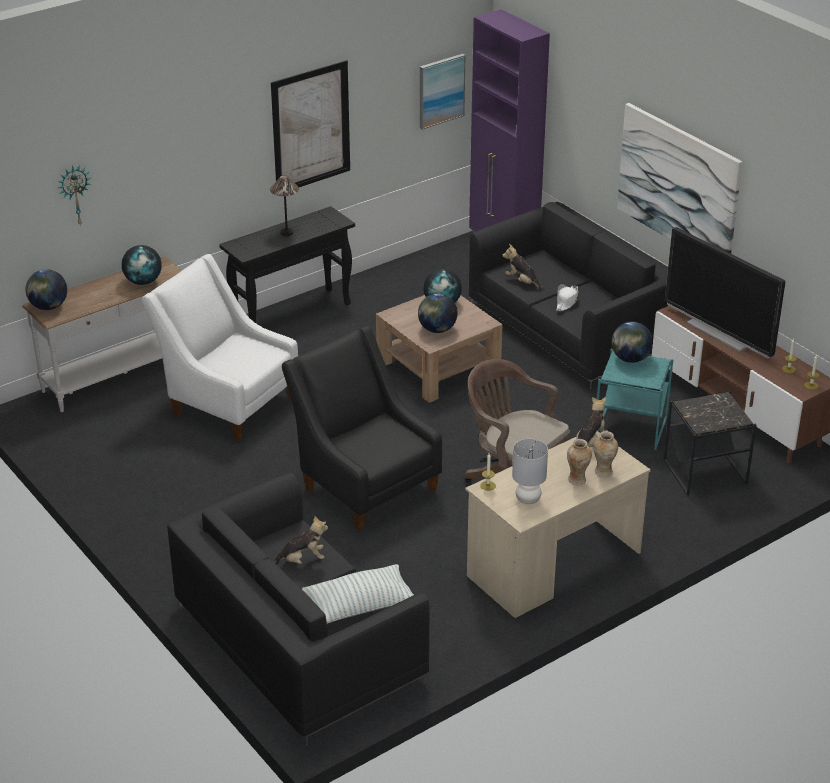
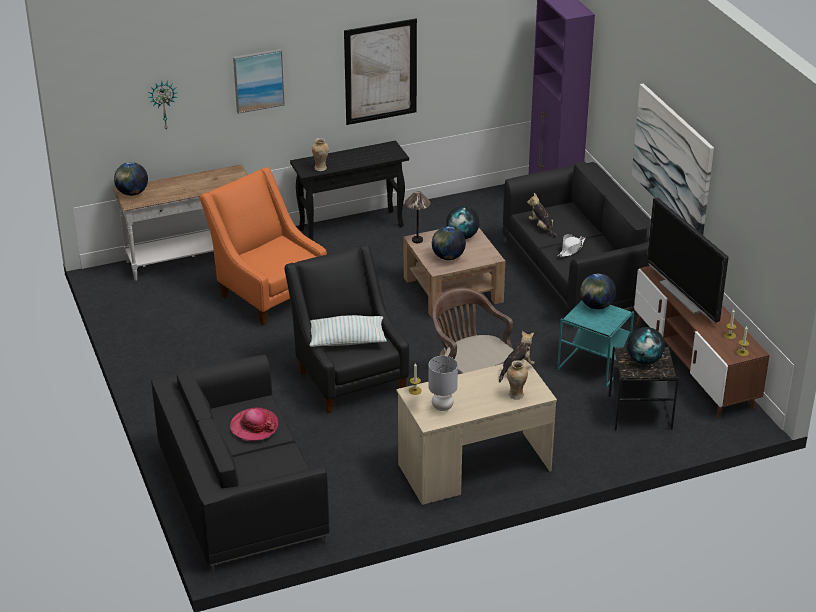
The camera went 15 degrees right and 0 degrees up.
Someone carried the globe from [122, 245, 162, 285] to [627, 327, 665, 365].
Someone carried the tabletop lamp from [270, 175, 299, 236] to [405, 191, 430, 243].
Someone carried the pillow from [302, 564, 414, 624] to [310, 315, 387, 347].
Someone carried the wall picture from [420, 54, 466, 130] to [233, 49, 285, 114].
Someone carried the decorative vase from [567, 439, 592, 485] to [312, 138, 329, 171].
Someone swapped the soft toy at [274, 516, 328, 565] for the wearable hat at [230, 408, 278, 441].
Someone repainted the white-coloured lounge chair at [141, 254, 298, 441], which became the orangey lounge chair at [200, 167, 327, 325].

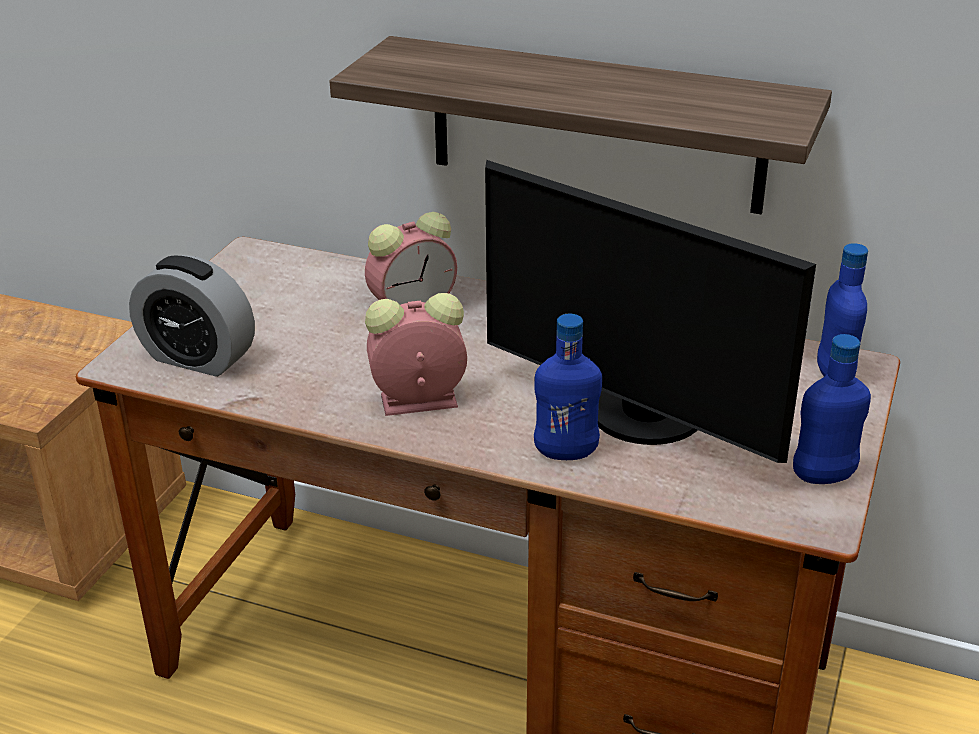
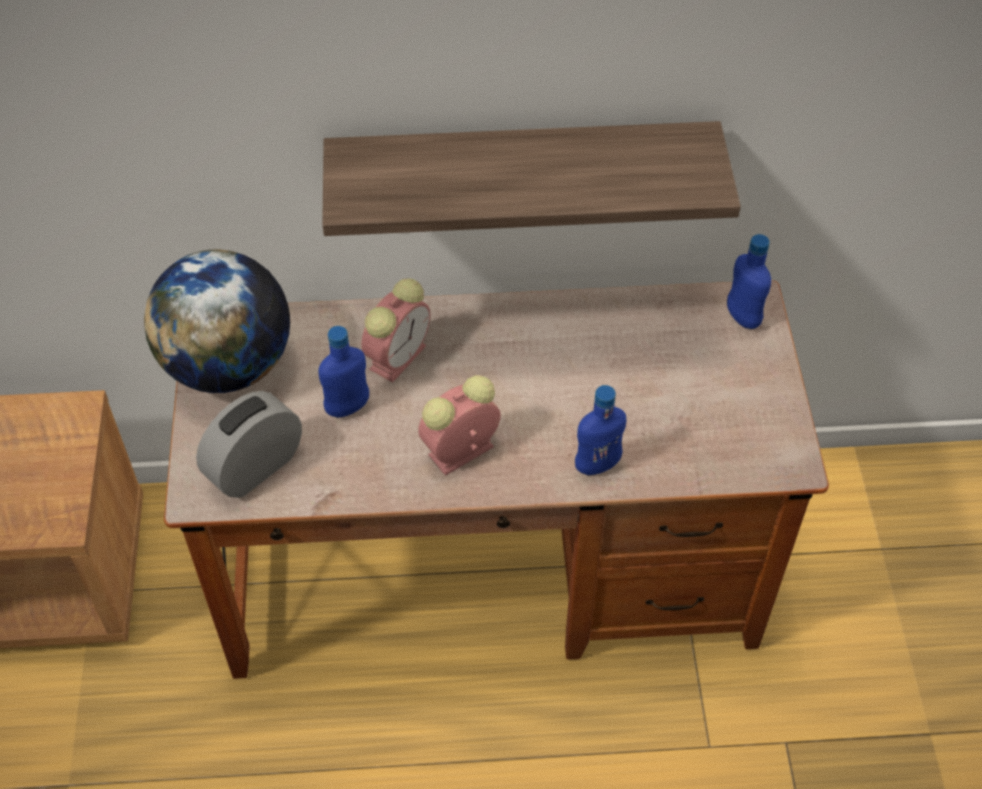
The camera went 25 degrees left and 20 degrees up.
Someone took away the monitor at [485, 160, 816, 463].
Someone put down the globe at [144, 250, 290, 393].
Someone carried the blue beverage bottle from [793, 334, 871, 484] to [319, 326, 369, 418].
Someone rotated the alarm clock at [129, 255, 255, 377] by 135 degrees clockwise.

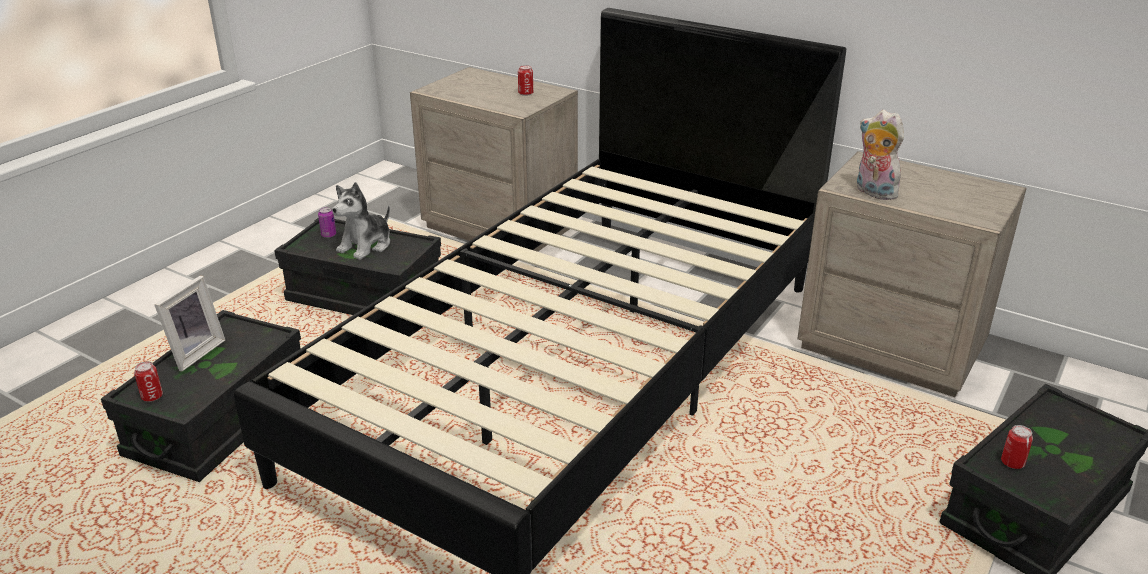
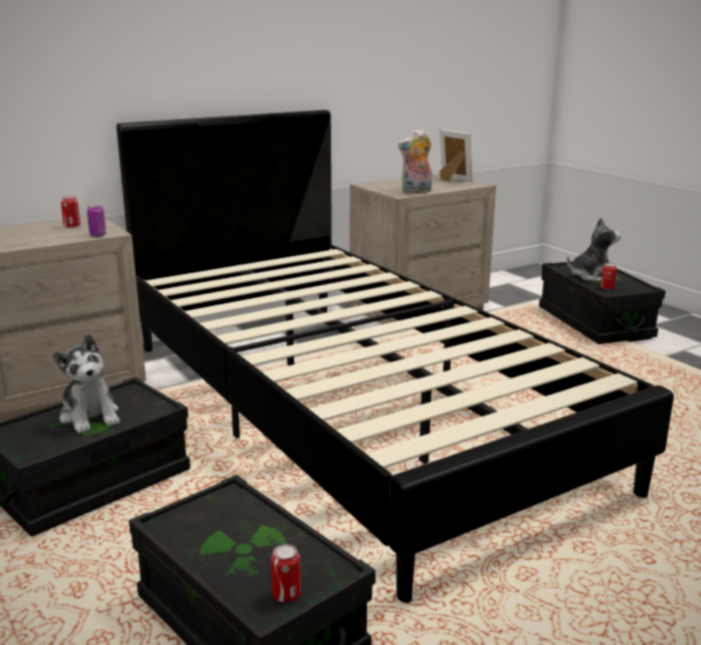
The camera went 65 degrees left and 10 degrees down.
Someone put down the soft toy at [567, 218, 621, 281].
Someone carried the picture frame from [154, 275, 225, 371] to [439, 129, 473, 182].
Someone carried the can from [318, 207, 336, 238] to [87, 204, 106, 237].

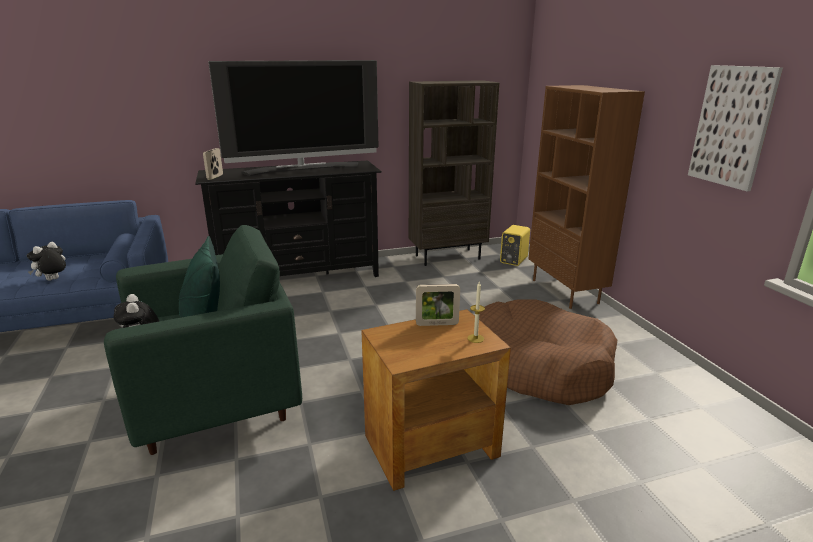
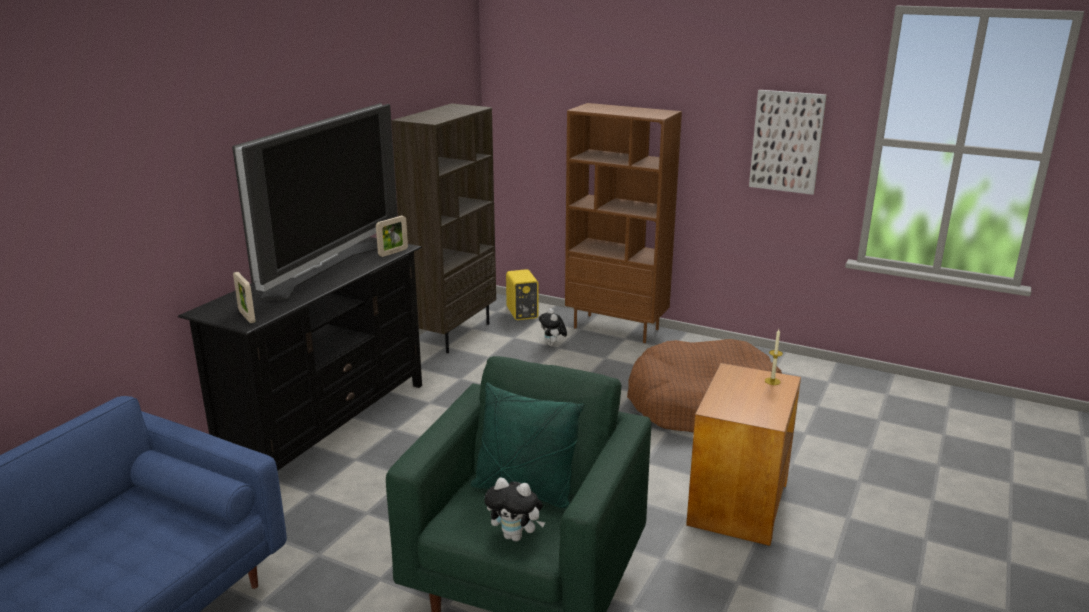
The camera went 45 degrees left and 0 degrees up.
Someone carried the soft toy from [27, 242, 66, 281] to [539, 308, 567, 346].
Someone carried the picture frame from [416, 284, 460, 326] to [376, 216, 408, 257].

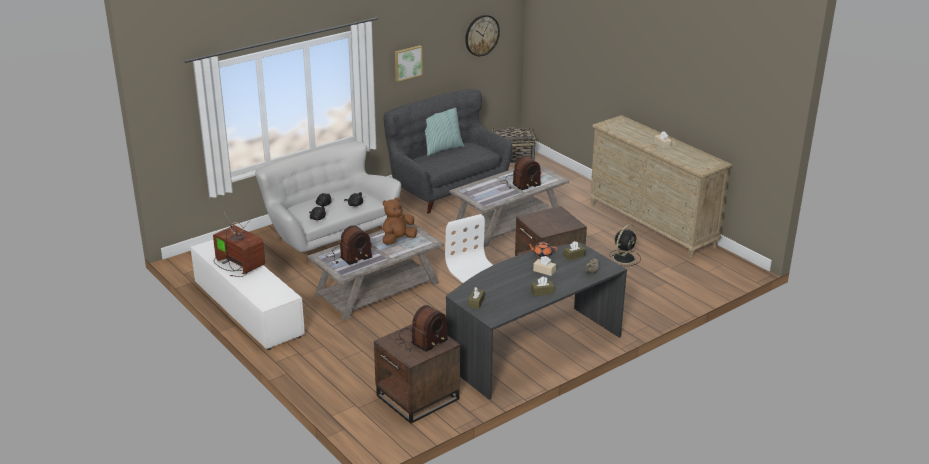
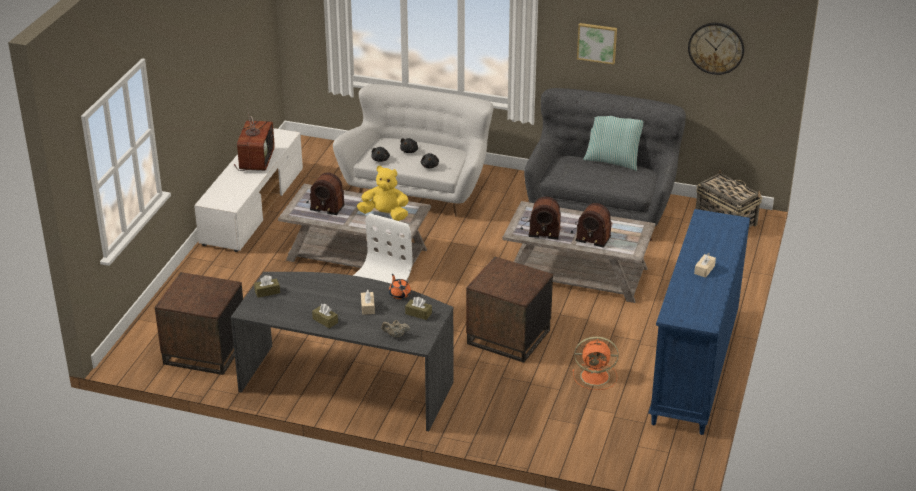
The camera went 55 degrees right and 5 degrees up.
Someone carried the radio from [395, 305, 448, 352] to [520, 197, 561, 239].
Someone repainted the brownish soft toy at [383, 197, 417, 245], which became the yellowish soft toy at [357, 166, 409, 221].
Someone repainted the beige-coloured chest of drawers at [589, 115, 732, 259], which became the blue chest of drawers at [648, 209, 750, 435].
Someone repainted the blackish cooling fan at [609, 224, 641, 266], which became the orangey cooling fan at [572, 337, 618, 390].

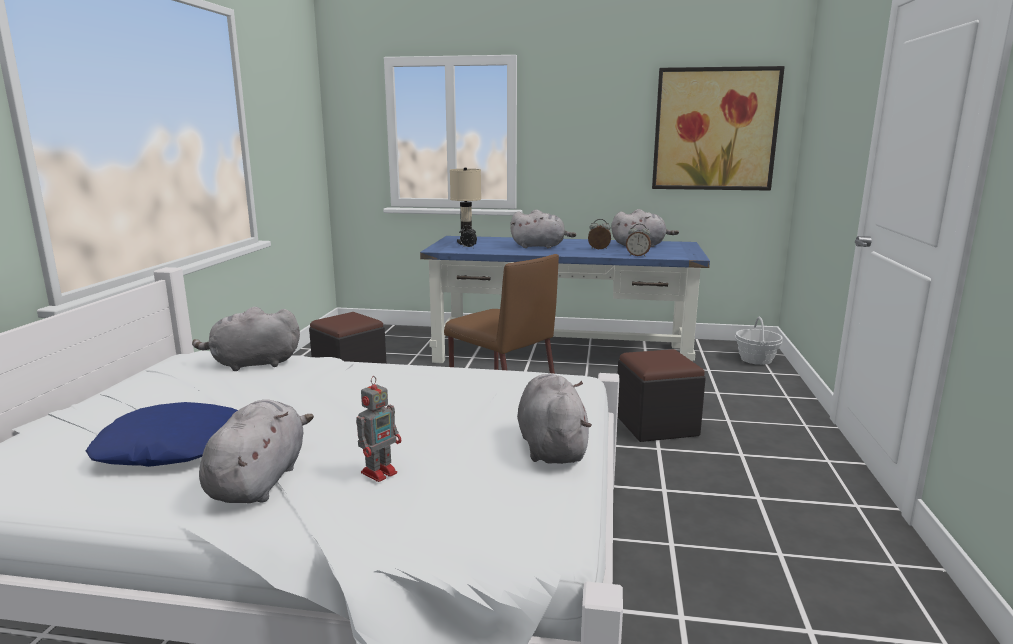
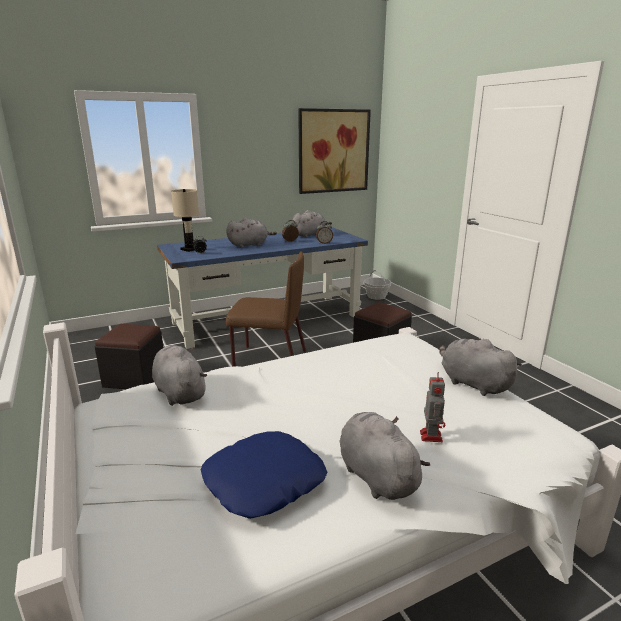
The camera went 35 degrees left and 5 degrees up.
Someone rotated the grey soft toy at [192, 307, 300, 371] by 105 degrees clockwise.

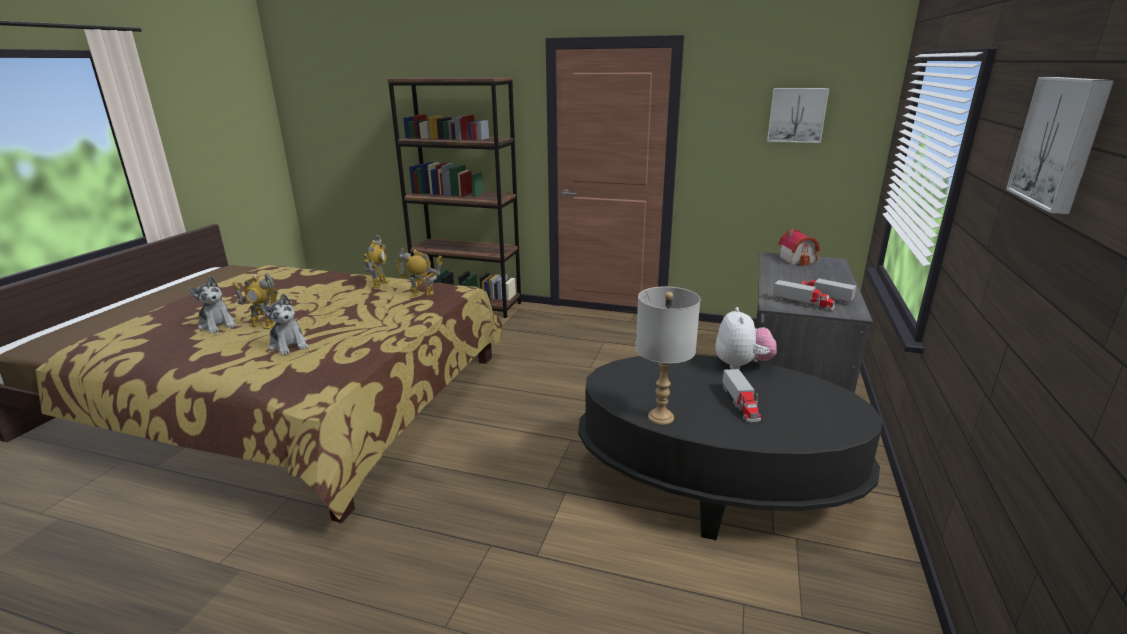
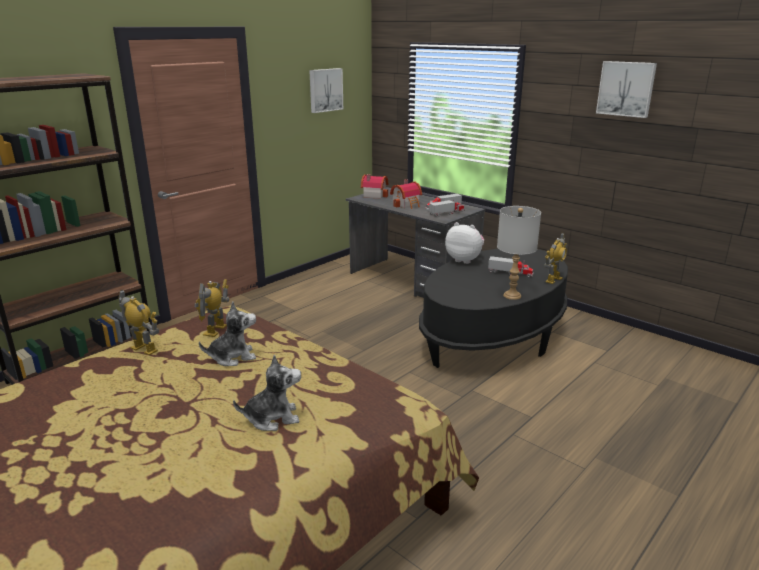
The camera went 65 degrees left and 0 degrees up.
Someone put down the model house at [390, 179, 422, 209].
Someone carried the soft toy from [189, 277, 236, 333] to [199, 302, 256, 366].
Someone carried the model robot from [232, 272, 279, 329] to [544, 233, 567, 284].

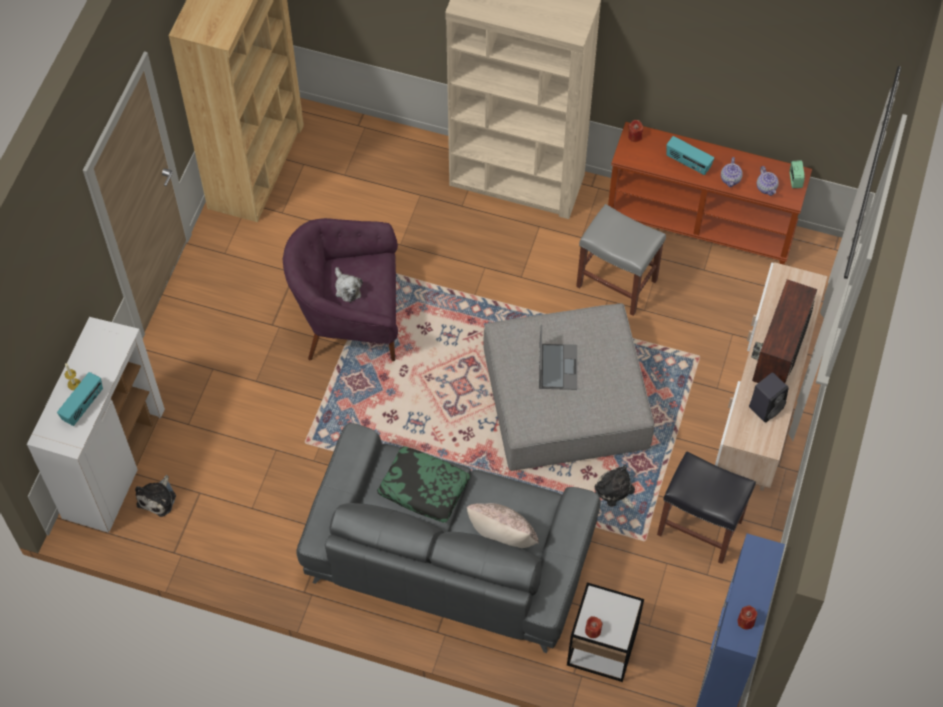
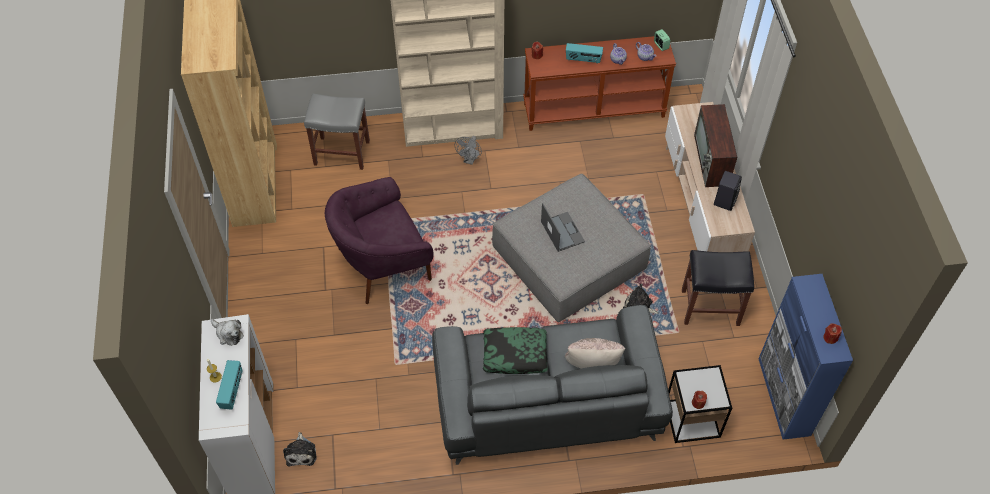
The camera went 25 degrees left and 5 degrees down.
Someone put down the grey cooling fan at [455, 136, 482, 165].
Someone carried the soft toy from [335, 267, 363, 302] to [211, 319, 244, 346].
Someone carried the grey sitting stool from [576, 204, 666, 316] to [304, 93, 370, 170].

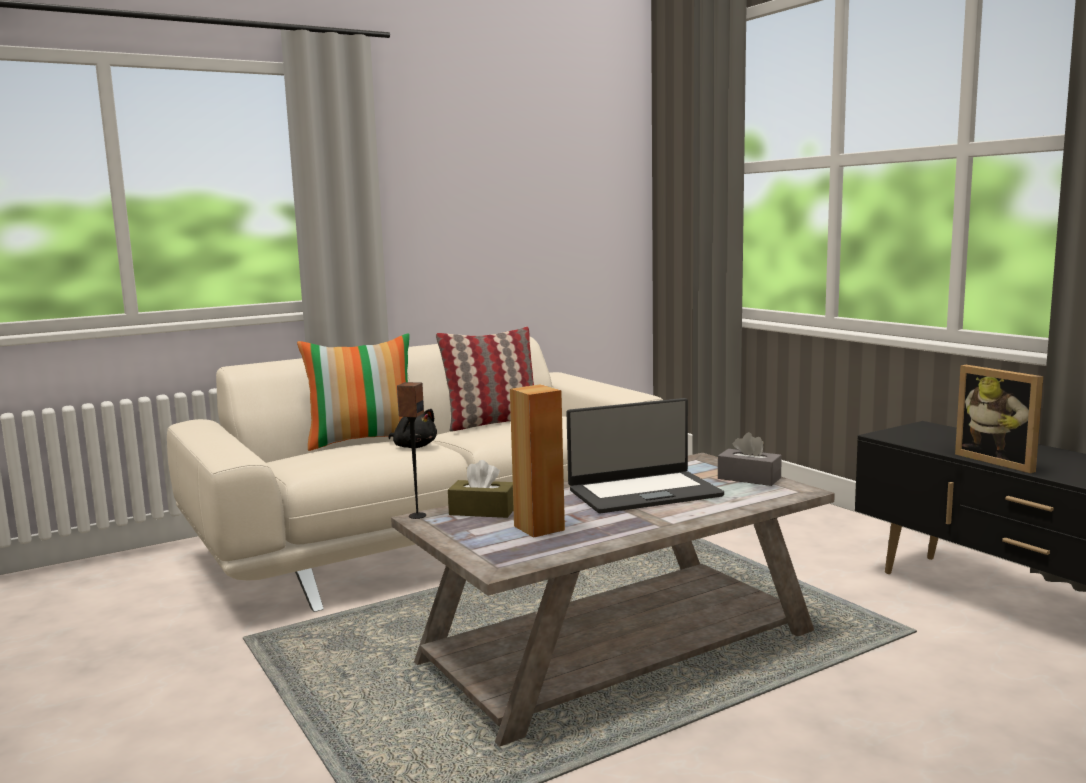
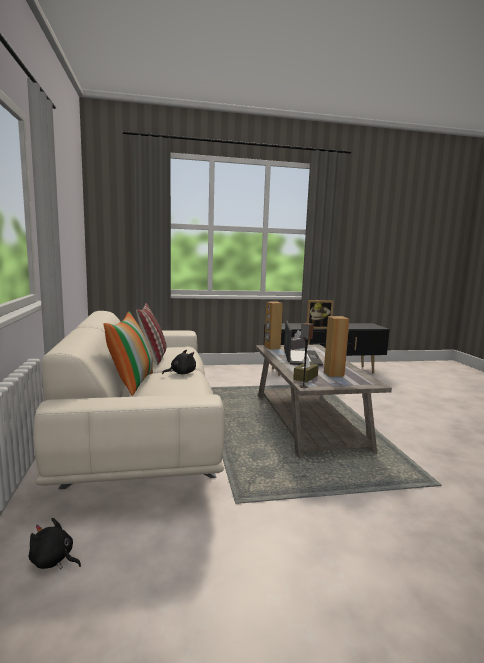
The camera went 70 degrees left and 0 degrees up.
Someone put down the blackish soft toy at [29, 518, 81, 569].
Someone put down the brownish loudspeaker at [264, 302, 283, 350].

